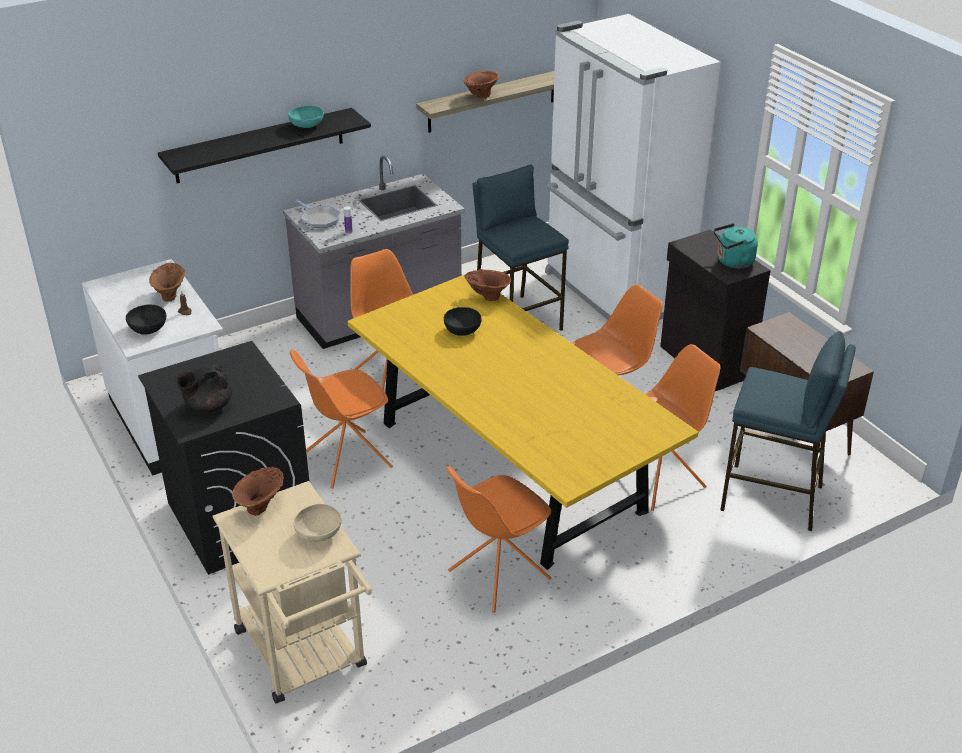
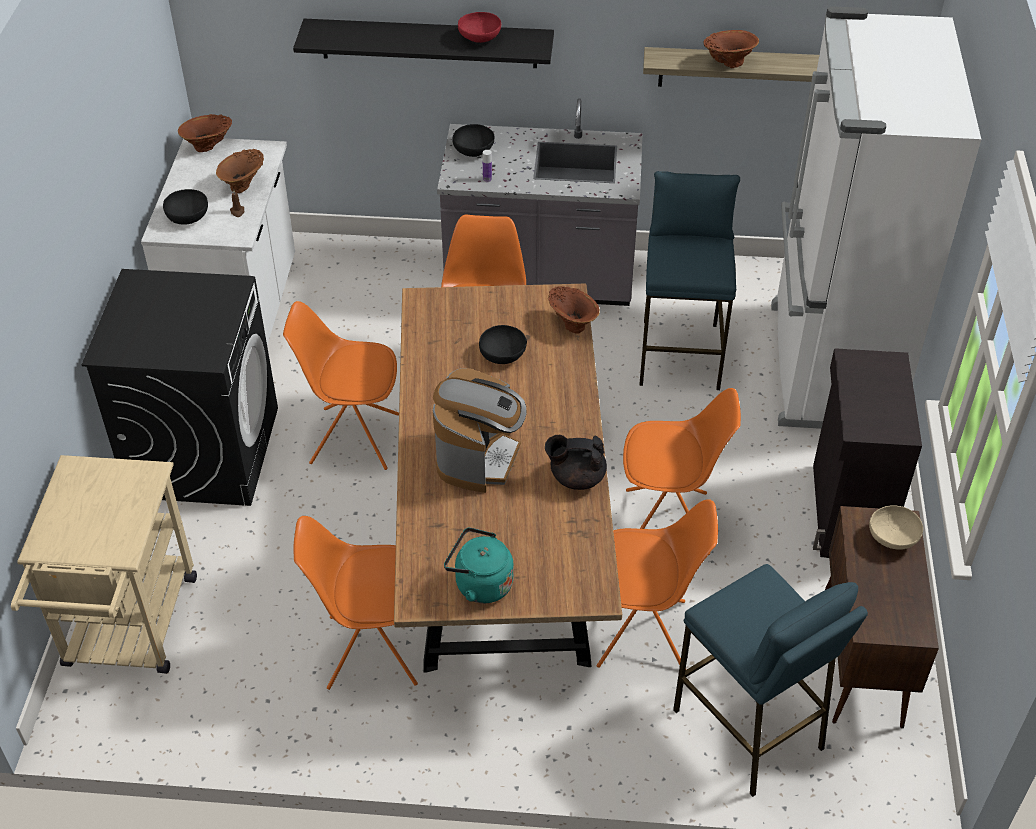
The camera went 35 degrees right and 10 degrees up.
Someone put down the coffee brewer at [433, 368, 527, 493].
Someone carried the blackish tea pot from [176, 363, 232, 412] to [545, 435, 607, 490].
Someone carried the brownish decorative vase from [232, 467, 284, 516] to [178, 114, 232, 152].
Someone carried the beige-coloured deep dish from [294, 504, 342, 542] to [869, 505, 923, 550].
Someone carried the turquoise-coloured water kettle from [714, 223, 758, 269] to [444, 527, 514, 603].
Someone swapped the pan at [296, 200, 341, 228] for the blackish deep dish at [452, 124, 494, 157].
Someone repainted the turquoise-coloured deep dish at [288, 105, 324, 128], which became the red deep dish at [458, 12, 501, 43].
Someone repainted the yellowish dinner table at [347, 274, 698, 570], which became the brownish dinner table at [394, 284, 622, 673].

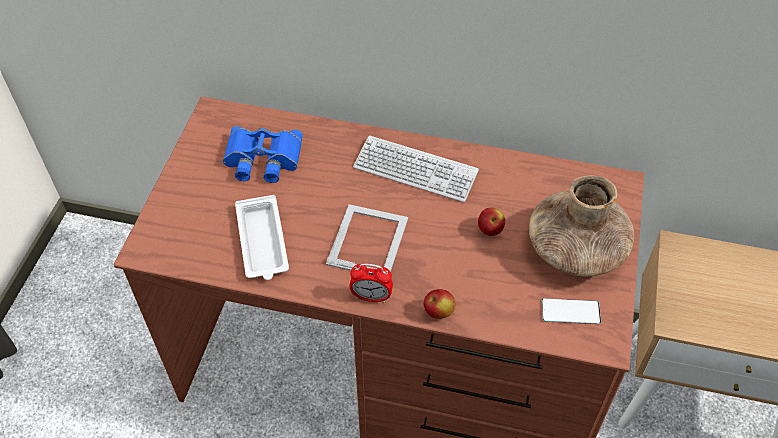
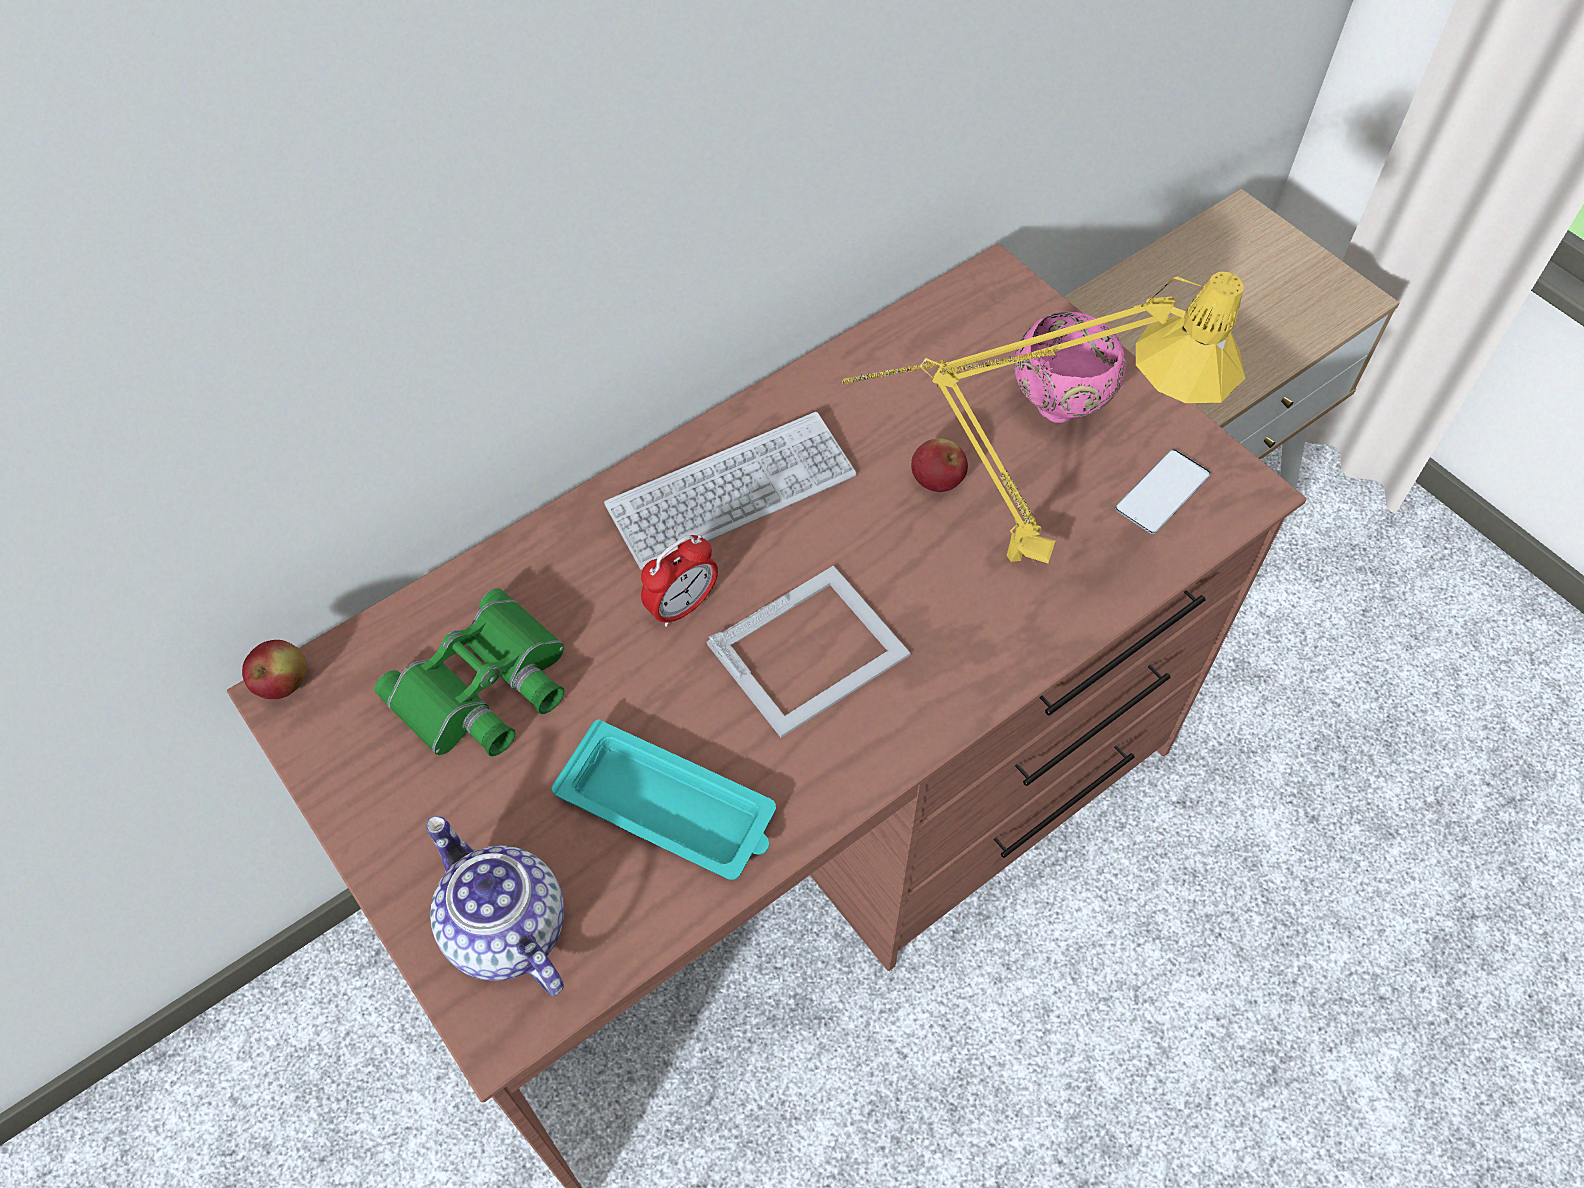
The camera went 50 degrees left and 5 degrees up.
Someone put down the tea pot at [426, 815, 564, 996].
Someone put down the yellowish tabletop lamp at [840, 272, 1245, 567].
Someone carried the alarm clock from [349, 264, 393, 302] to [641, 535, 718, 627].
Someone carried the apple from [424, 289, 455, 319] to [242, 640, 306, 699].
Someone swapped the brownish decorative vase at [529, 176, 634, 277] for the pink deep dish at [1014, 312, 1126, 423].
Someone repainted the blue field glasses at [223, 126, 303, 183], which became the green-coloured field glasses at [375, 588, 564, 756].
Someone repainted the white-coloured serving tray at [235, 195, 289, 280], which became the turquoise-coloured serving tray at [552, 720, 776, 880].
Someone rotated the picture frame at [326, 204, 408, 272] by 90 degrees clockwise.

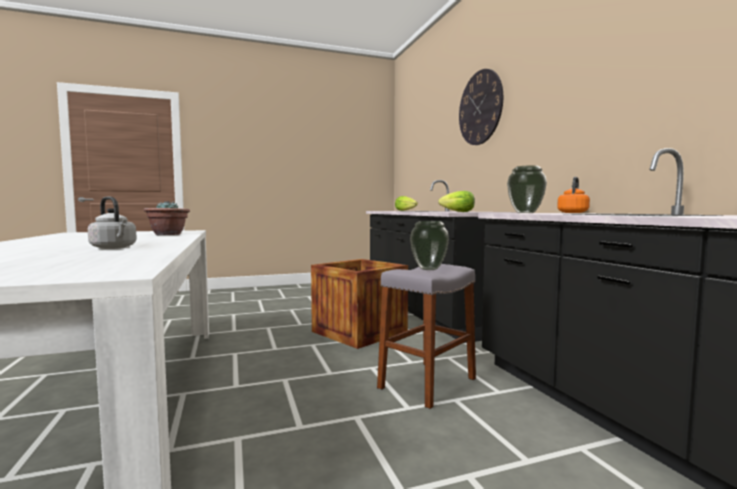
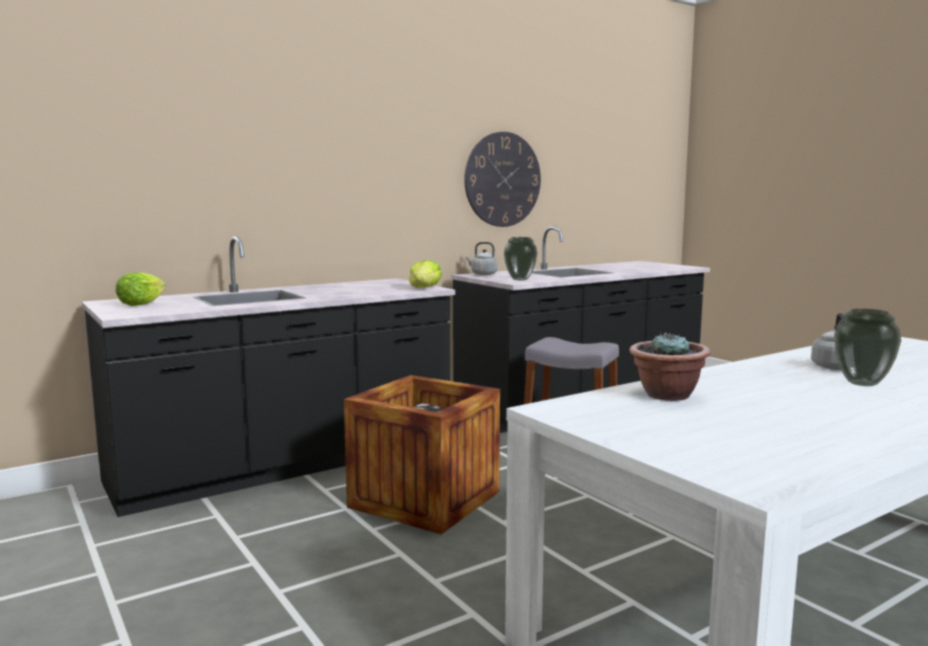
The camera went 105 degrees left and 5 degrees up.
Someone carried the decorative vase from [410, 221, 449, 270] to [834, 309, 901, 386].
Someone carried the clock on the wall from [459, 69, 503, 145] to [464, 132, 541, 227].
Someone repainted the orangey water kettle at [557, 177, 590, 213], which became the grey water kettle at [466, 242, 498, 275].

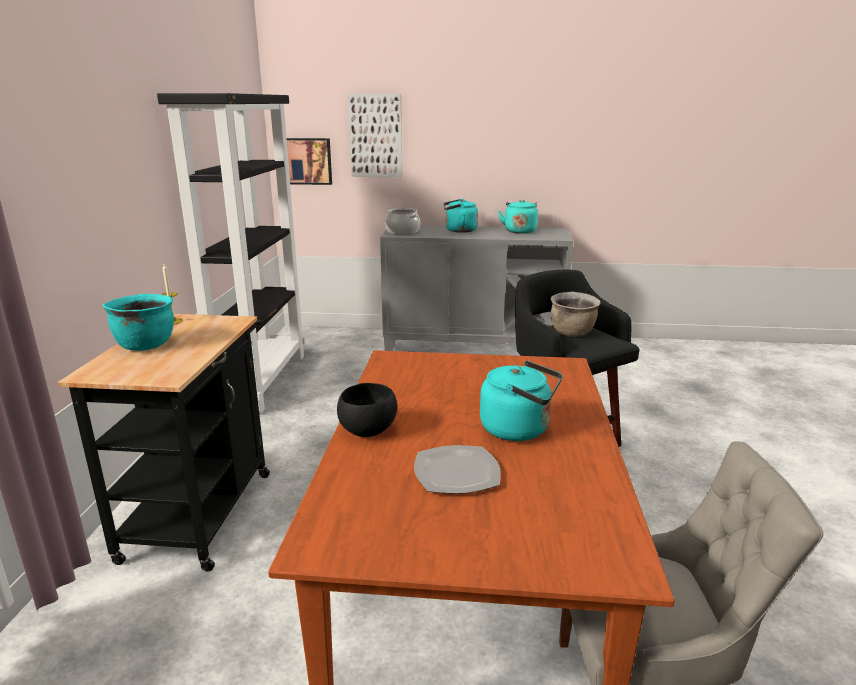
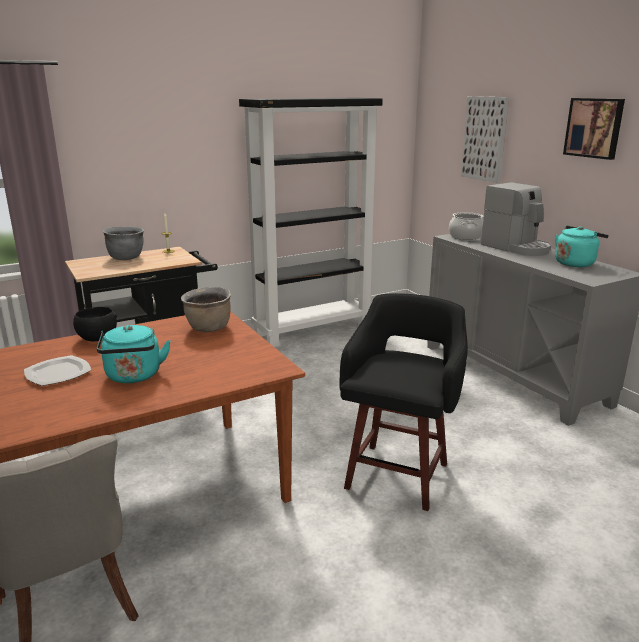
The camera went 55 degrees right and 0 degrees up.
Someone carried the wall picture from [286, 138, 332, 185] to [563, 98, 625, 160].
Someone carried the brownish saucepot from [551, 292, 601, 337] to [181, 287, 231, 332].
Someone swapped the turquoise-coloured water kettle at [444, 199, 478, 233] for the coffee brewer at [481, 182, 551, 256].
Someone repainted the turquoise-coloured saucepot at [103, 294, 174, 351], which became the grey saucepot at [103, 226, 144, 260].

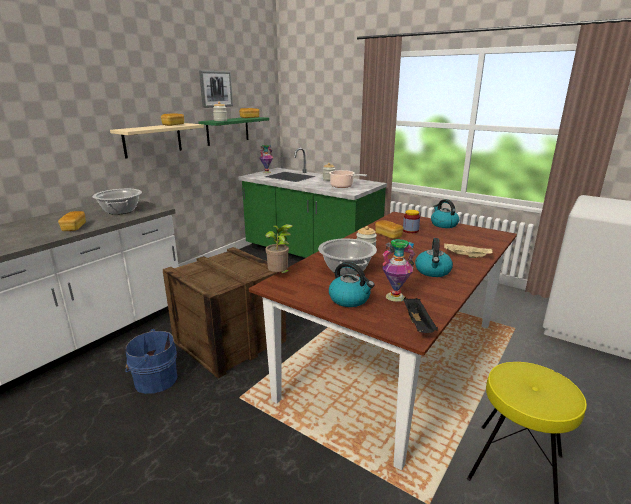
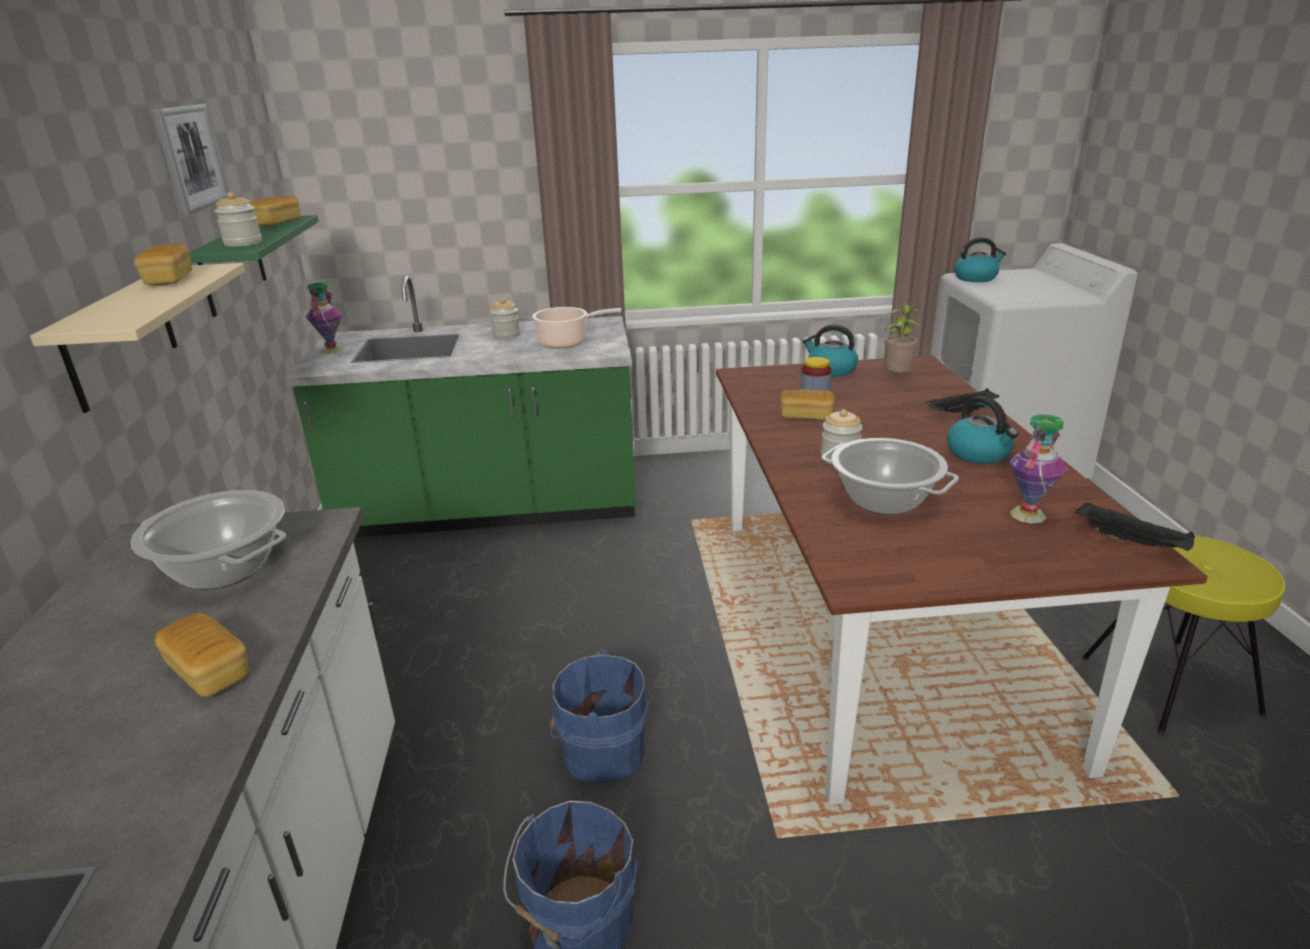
The camera went 40 degrees left and 5 degrees up.
Someone carried the potted plant from [265, 224, 293, 273] to [884, 304, 921, 373].
Someone carried the water kettle from [329, 262, 374, 307] to [954, 237, 1006, 282].
Someone swapped the crate at [163, 247, 286, 379] for the blue bucket at [550, 650, 648, 784].
Someone repainted the beige-coloured serving tray at [444, 244, 493, 258], which became the blackish serving tray at [925, 388, 999, 413].

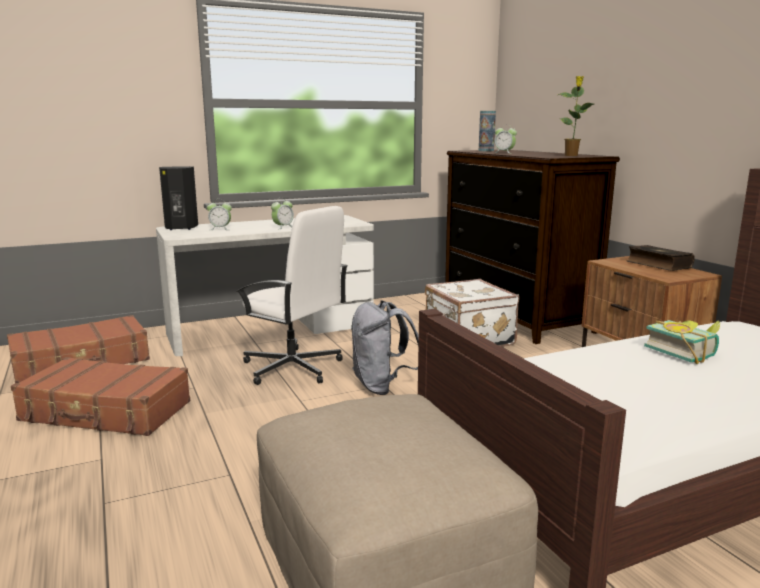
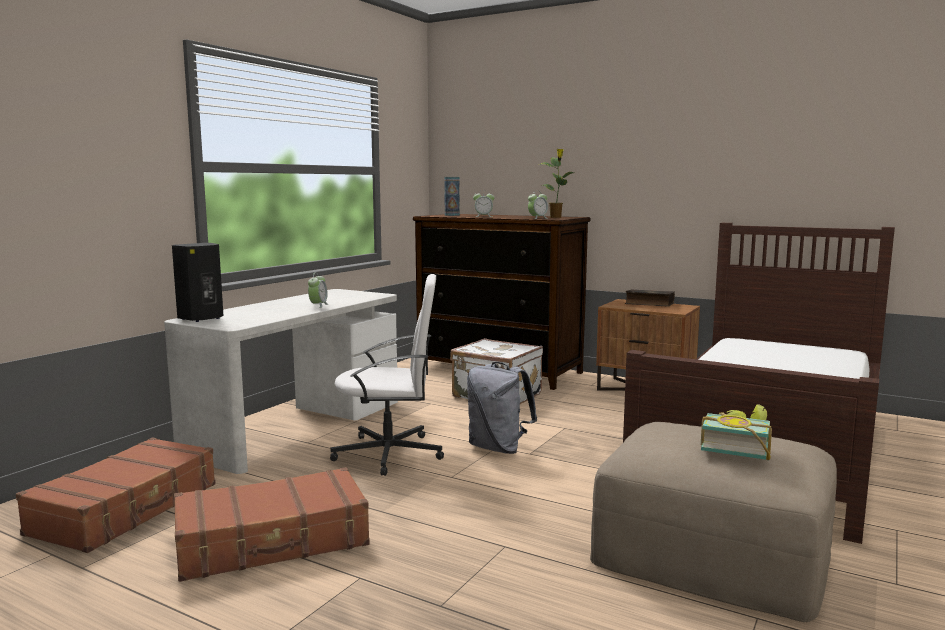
The camera went 35 degrees left and 5 degrees down.
Someone carried the alarm clock from [207, 199, 232, 230] to [528, 190, 548, 219].
Someone carried the bound book from [644, 320, 720, 364] to [701, 405, 772, 460].

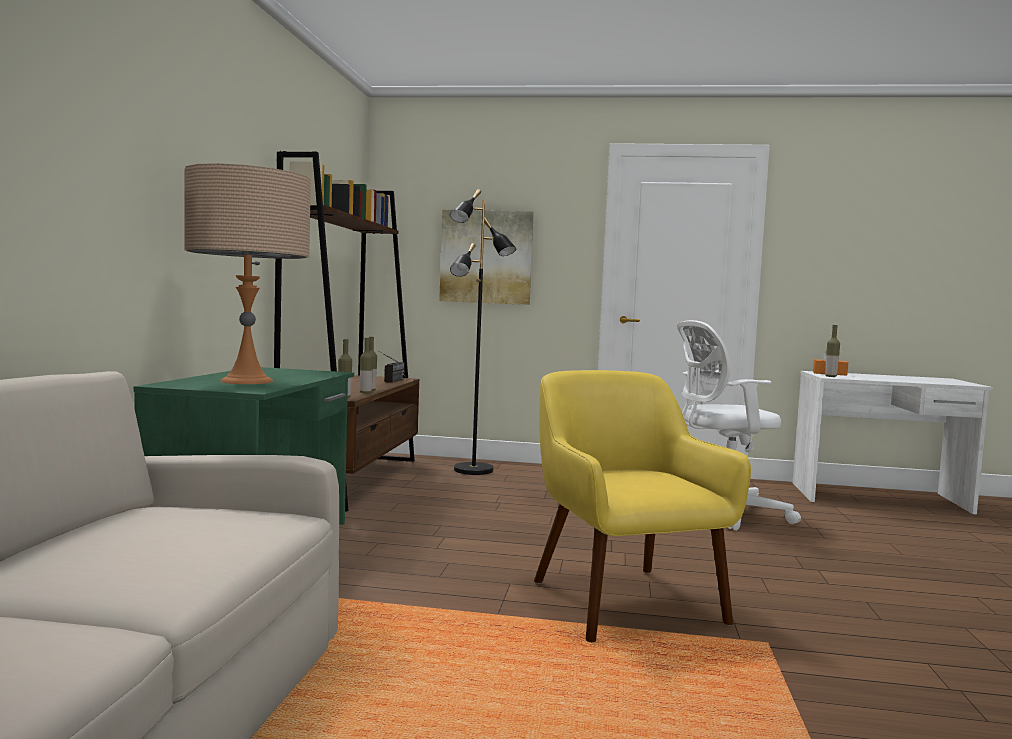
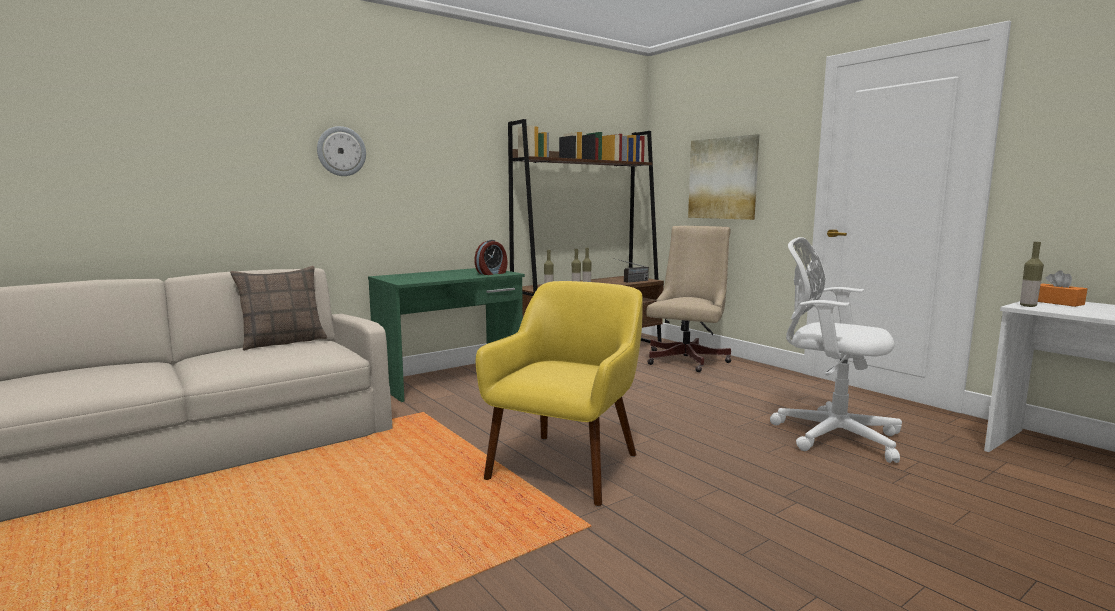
The camera went 45 degrees right and 5 degrees up.
Someone took away the beige-coloured tabletop lamp at [184, 163, 311, 384].
Someone put down the pillow at [230, 266, 327, 351].
Someone put up the clock on the wall at [317, 126, 366, 176].
Someone put down the alarm clock at [475, 240, 508, 275].
Someone swapped the blackish floor lamp at [450, 189, 516, 475] for the beige-coloured office chair at [647, 226, 732, 372].

